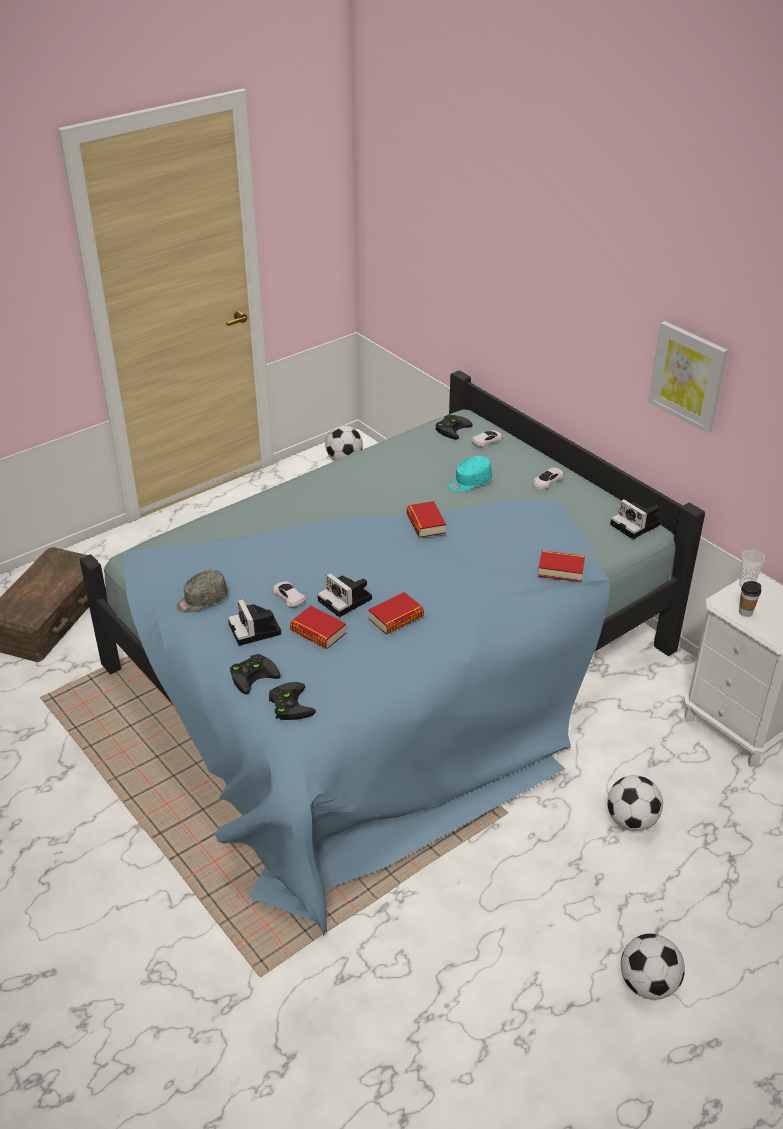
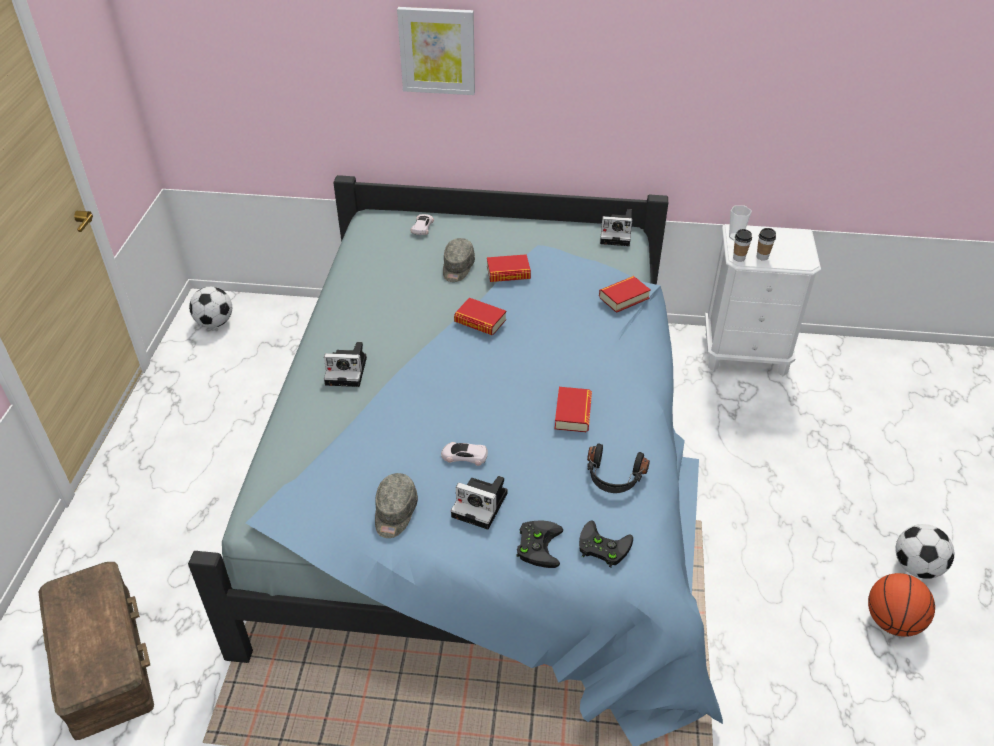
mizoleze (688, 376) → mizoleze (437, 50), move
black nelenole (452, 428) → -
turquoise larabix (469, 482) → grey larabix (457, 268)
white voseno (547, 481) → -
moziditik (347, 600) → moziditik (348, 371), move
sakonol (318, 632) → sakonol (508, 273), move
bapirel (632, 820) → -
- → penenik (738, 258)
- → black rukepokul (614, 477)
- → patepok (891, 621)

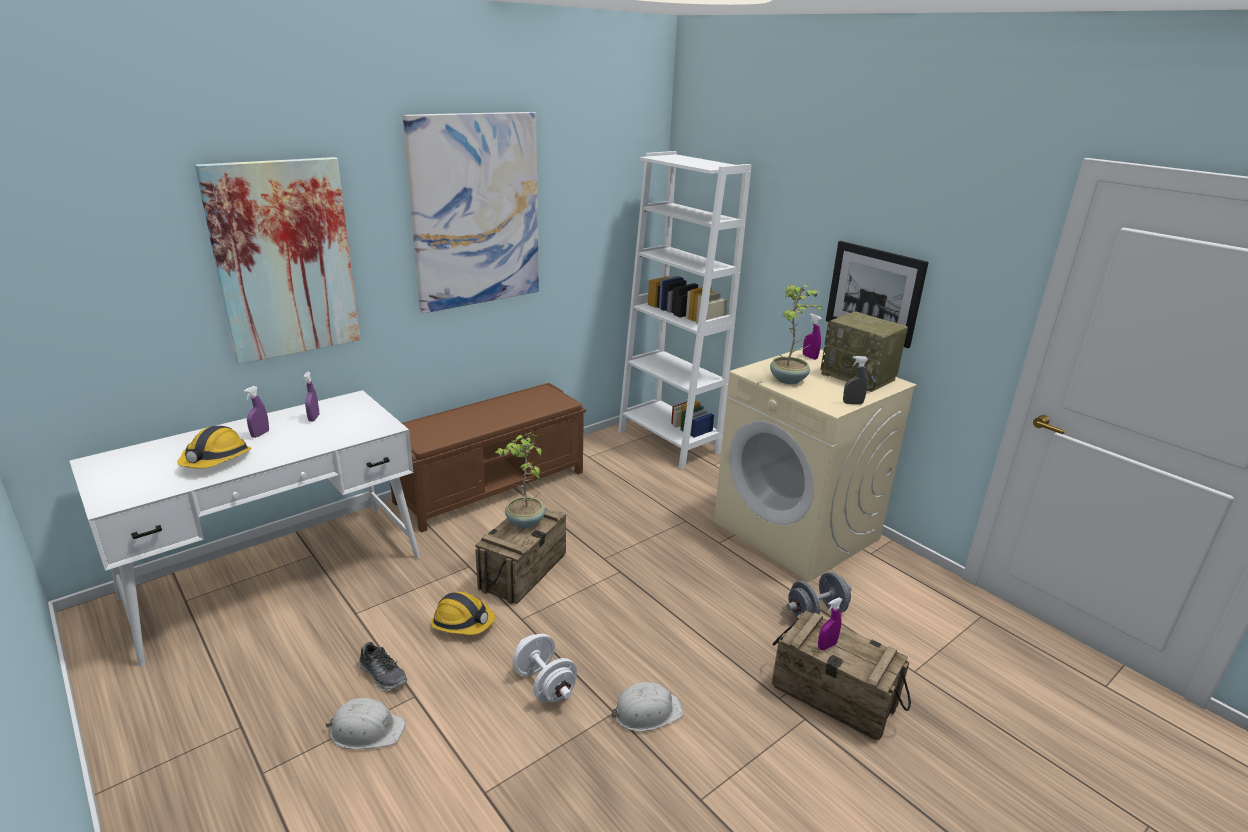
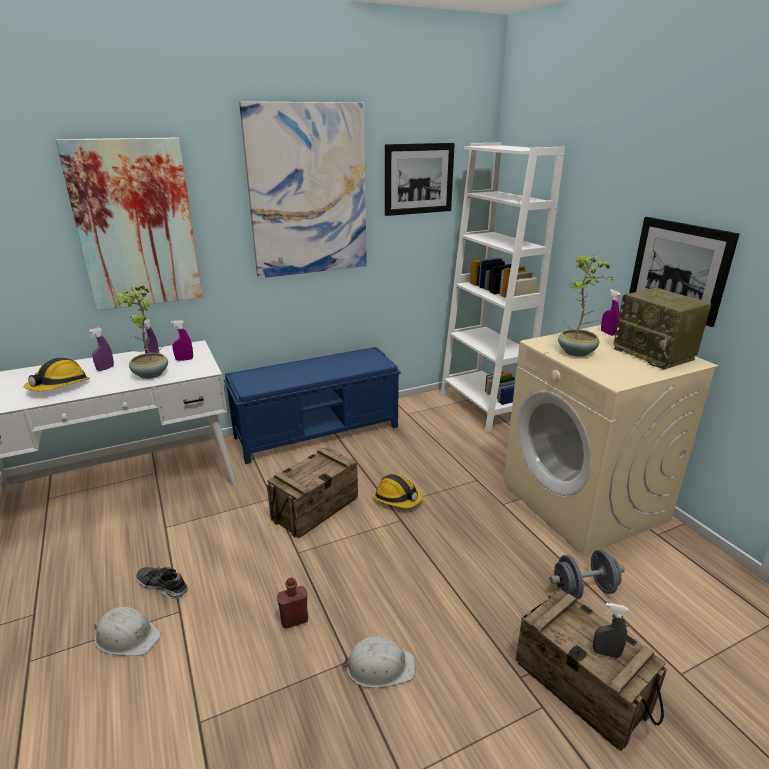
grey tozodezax (852, 403) → grey tozodezax (606, 653), move
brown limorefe (492, 486) → blue limorefe (318, 431)
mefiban (524, 522) → mefiban (149, 374), move
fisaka (463, 622) → fisaka (397, 499), move
purple tozodezax (827, 646) → purple tozodezax (184, 359), move
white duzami (544, 684) → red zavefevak (294, 620)
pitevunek (383, 674) → pitevunek (163, 586), 150 degrees clockwise
- → mizoleze (419, 179)

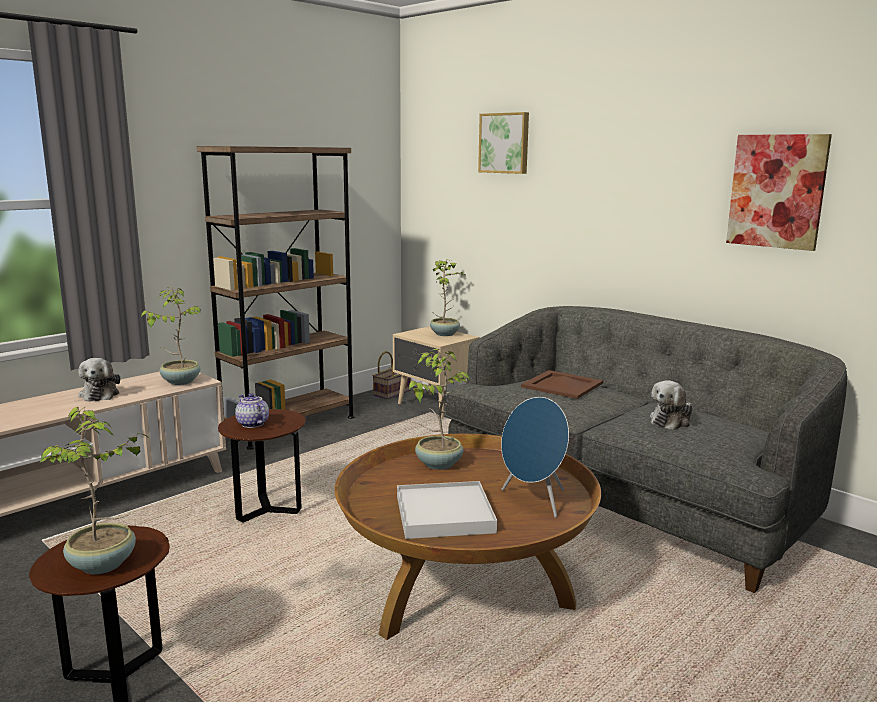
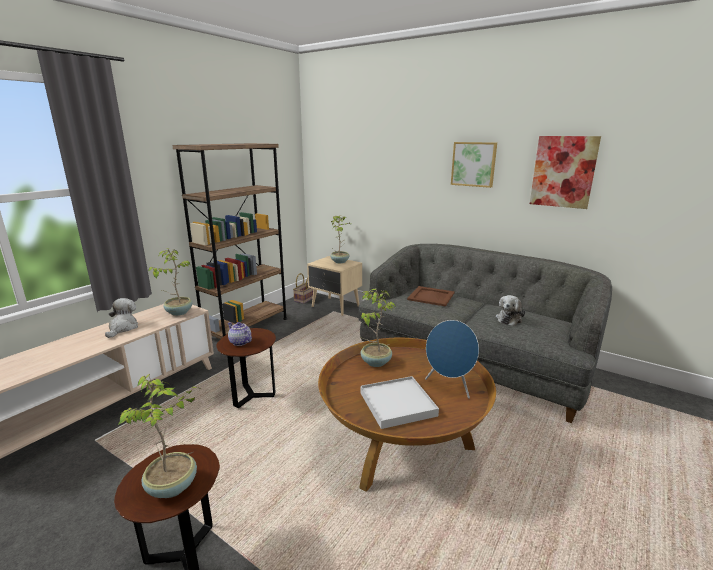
mizoleze (505, 143) → mizoleze (474, 164), move
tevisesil (100, 394) → tevisesil (123, 328), 150 degrees counterclockwise

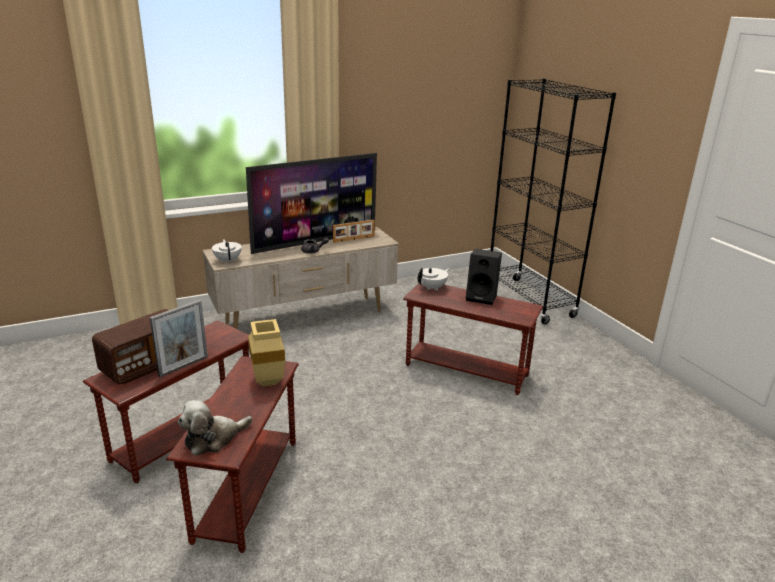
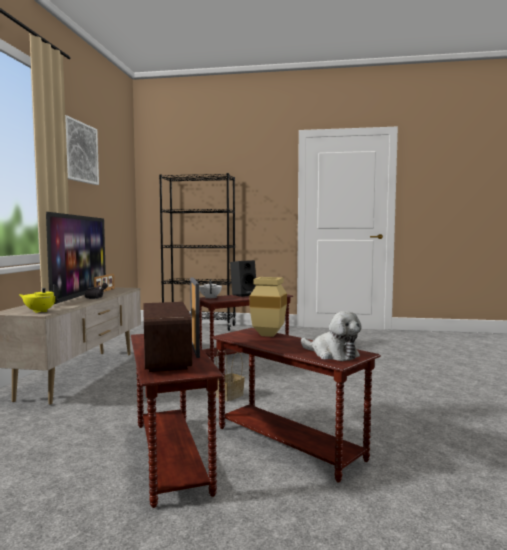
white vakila (228, 260) → yellow vakila (40, 311)
tevisesil (213, 439) → tevisesil (332, 354), 45 degrees counterclockwise
- → mizoleze (79, 152)
- → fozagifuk (229, 395)

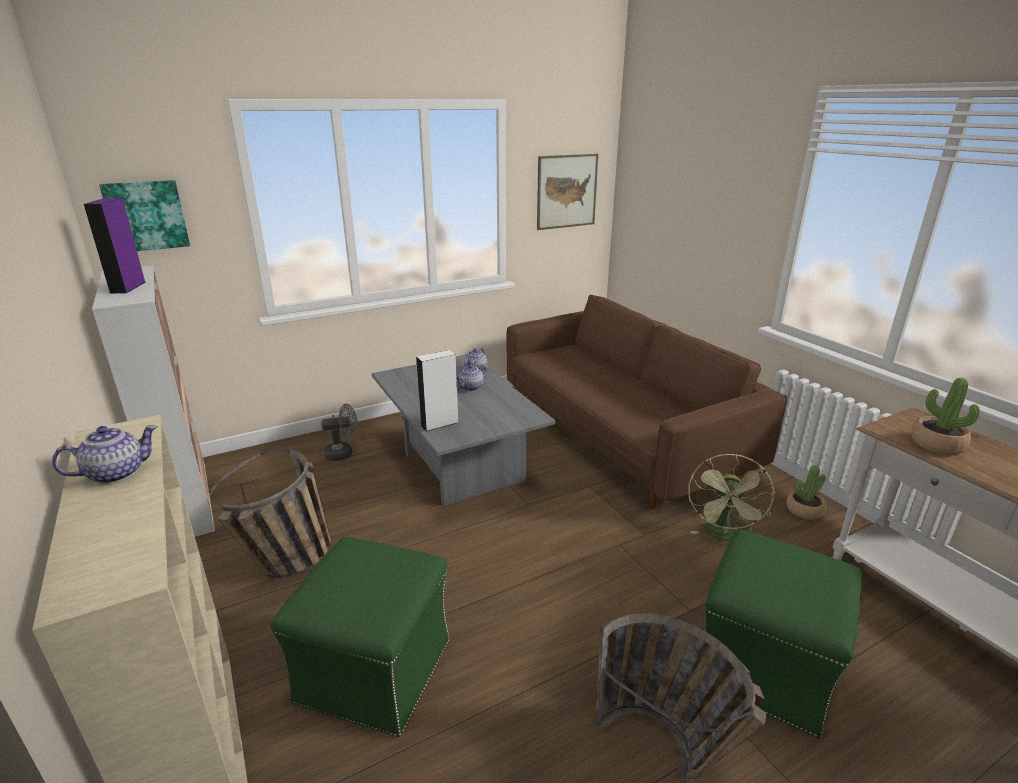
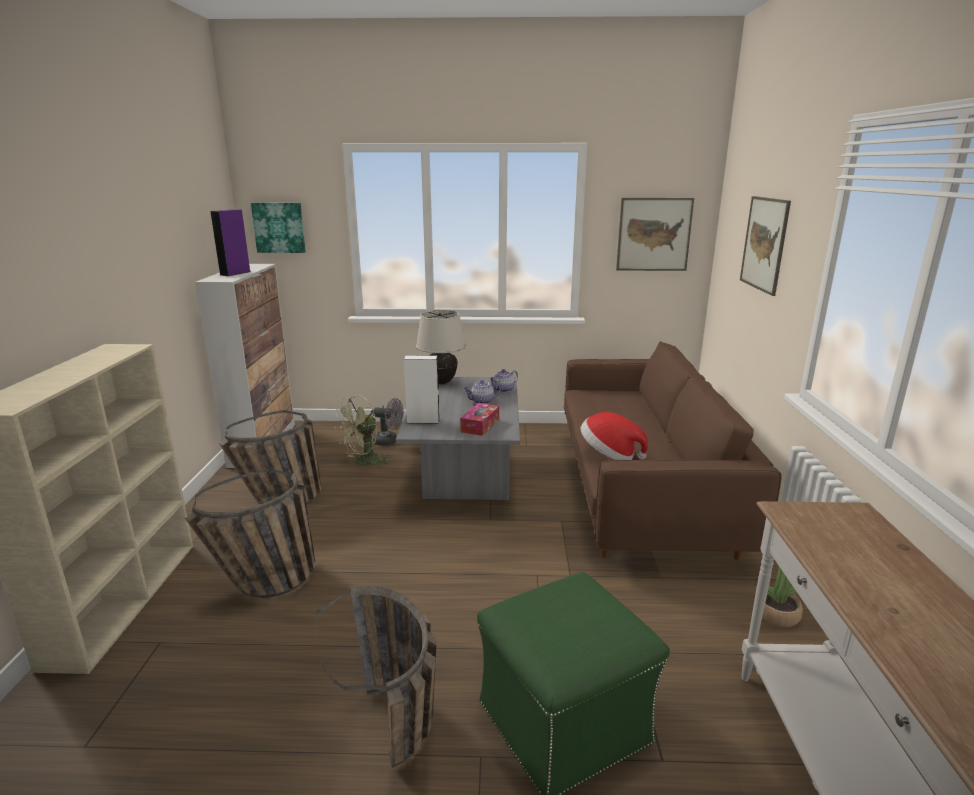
mefiban (936, 444) → -
vakila (117, 473) → -
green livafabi (723, 536) → green livafabi (364, 462), move
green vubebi (375, 668) → fozagifuk (264, 587)
- → mizoleze (764, 244)
- → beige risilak (441, 382)
- → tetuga (480, 425)
- → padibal (609, 455)

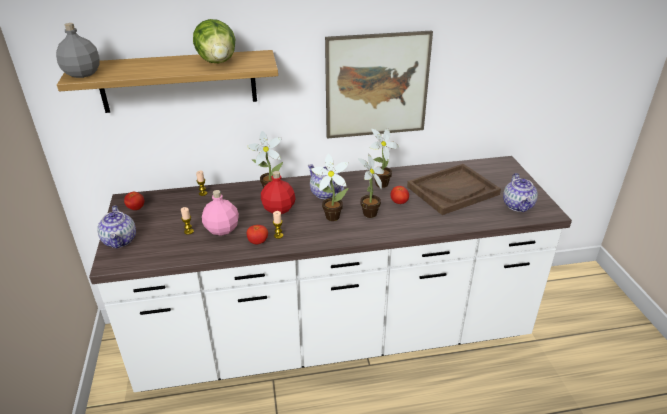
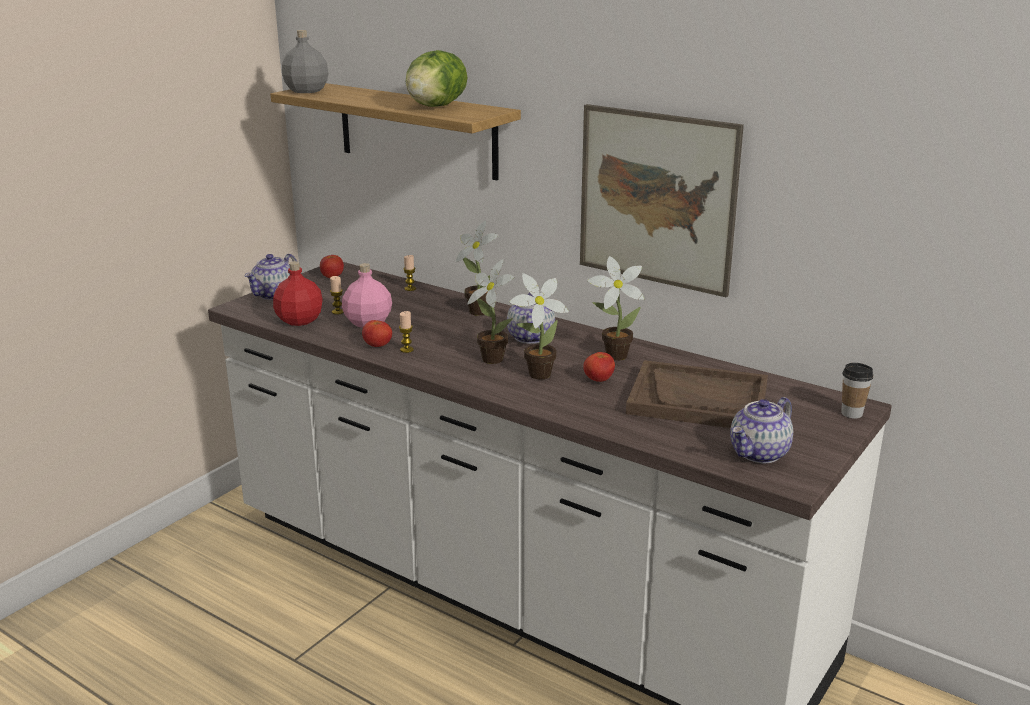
red zavefevak (278, 209) → red zavefevak (299, 320), move
- → penenik (851, 413)

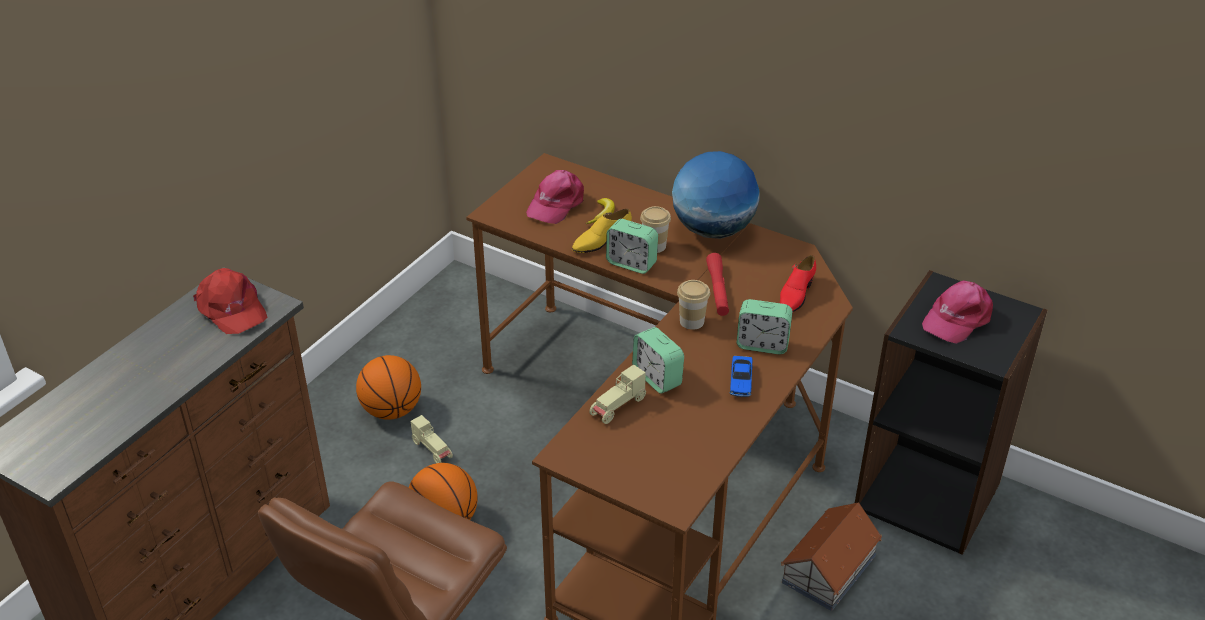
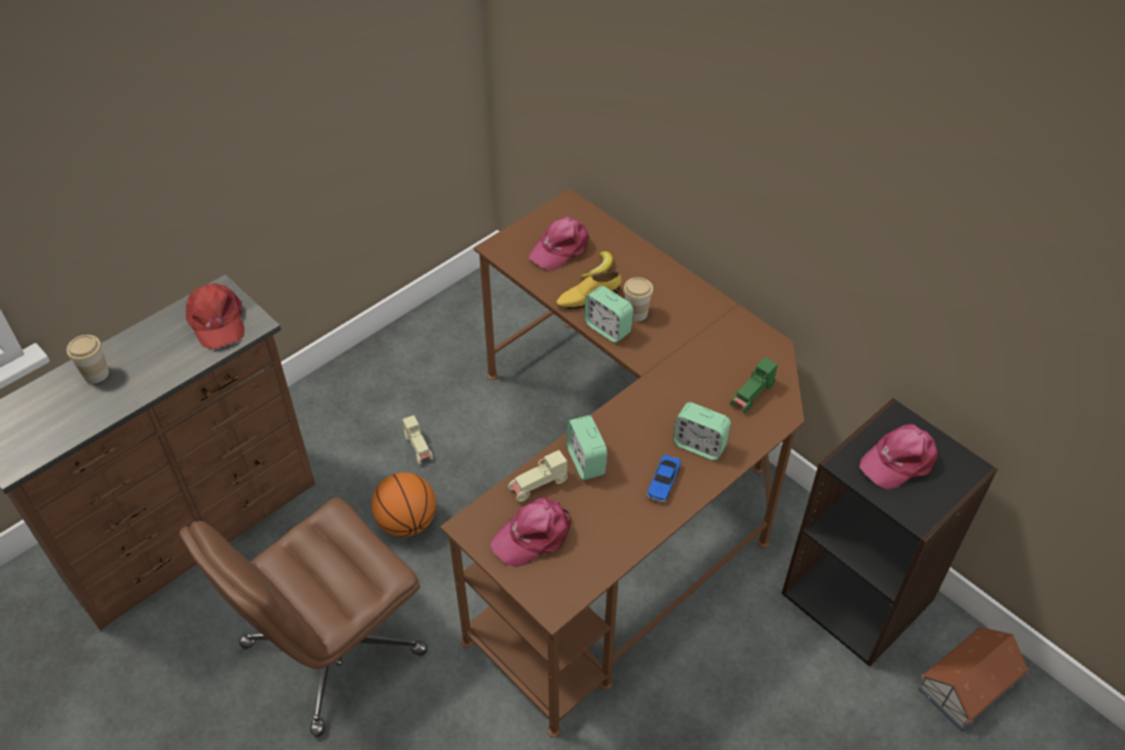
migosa (713, 230) → -
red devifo (717, 290) → -
red pitevunek (795, 295) → green voseno (752, 396)
penenik (692, 321) → penenik (96, 374), move
patepok (392, 410) → -
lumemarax (830, 568) → lumemarax (968, 685), move
- → pink larabix (534, 535)

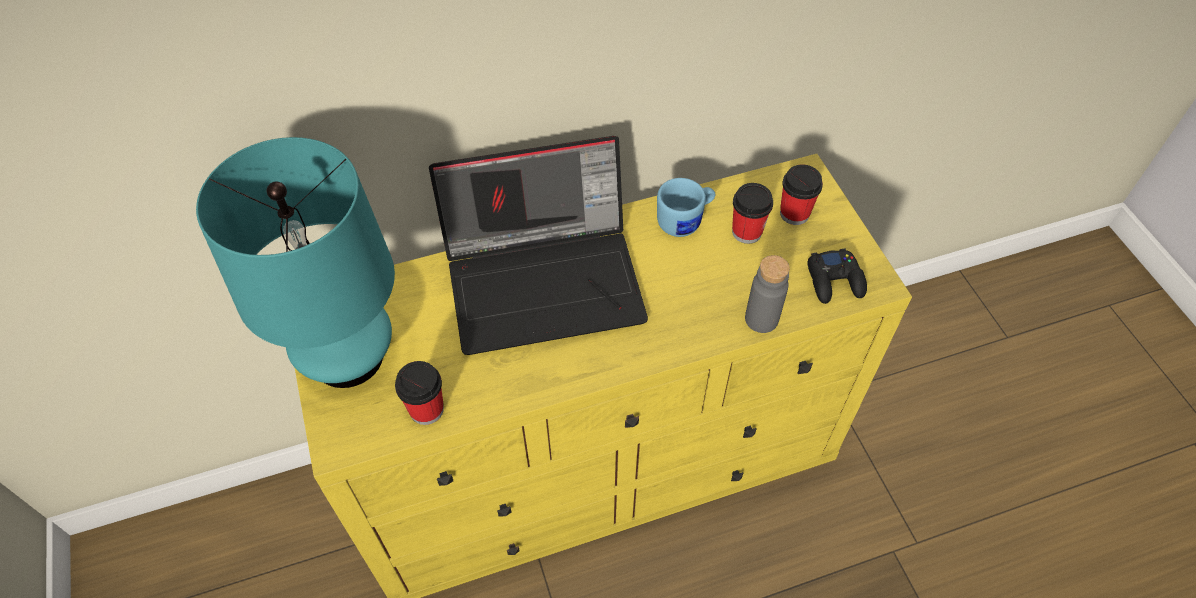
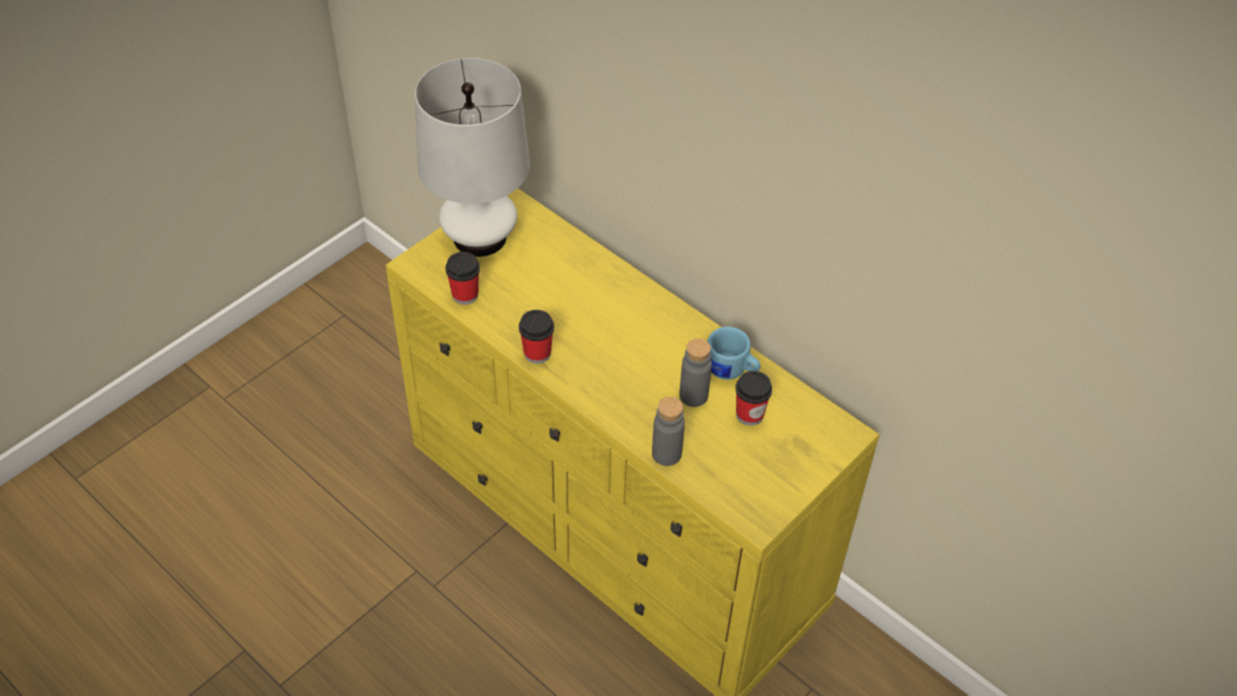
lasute (546, 280) → -
turquoise risilak (348, 357) → white risilak (480, 237)
penenik (794, 213) → penenik (537, 353), move
black nelenole (835, 281) → -
- → grey zavefevak (693, 395)

